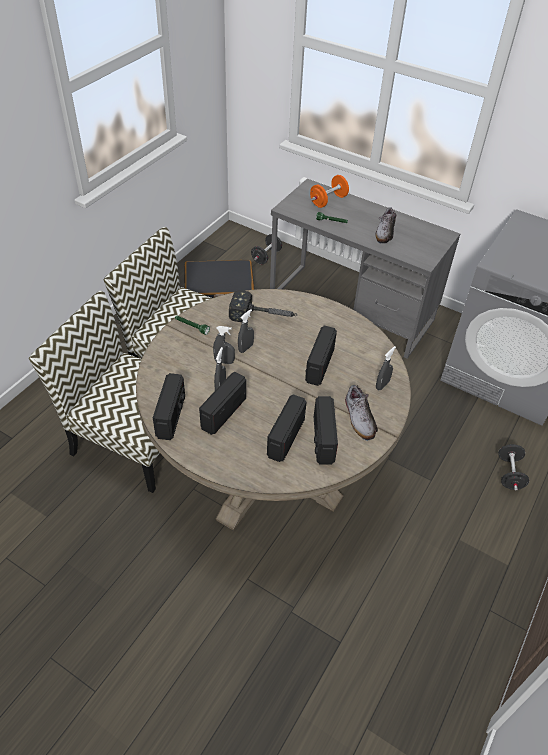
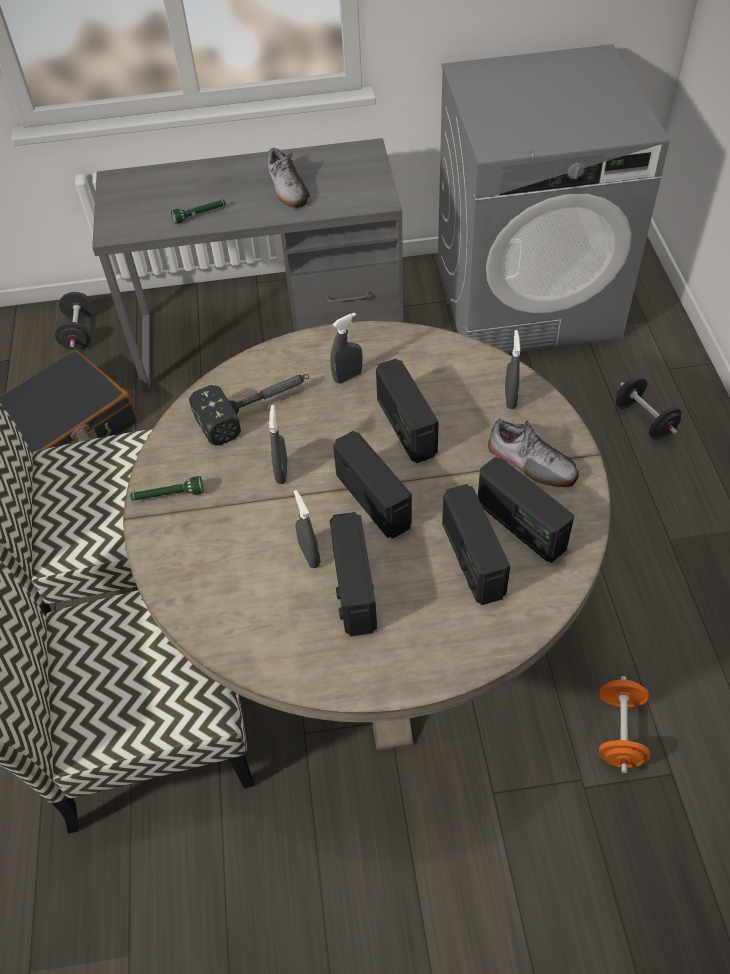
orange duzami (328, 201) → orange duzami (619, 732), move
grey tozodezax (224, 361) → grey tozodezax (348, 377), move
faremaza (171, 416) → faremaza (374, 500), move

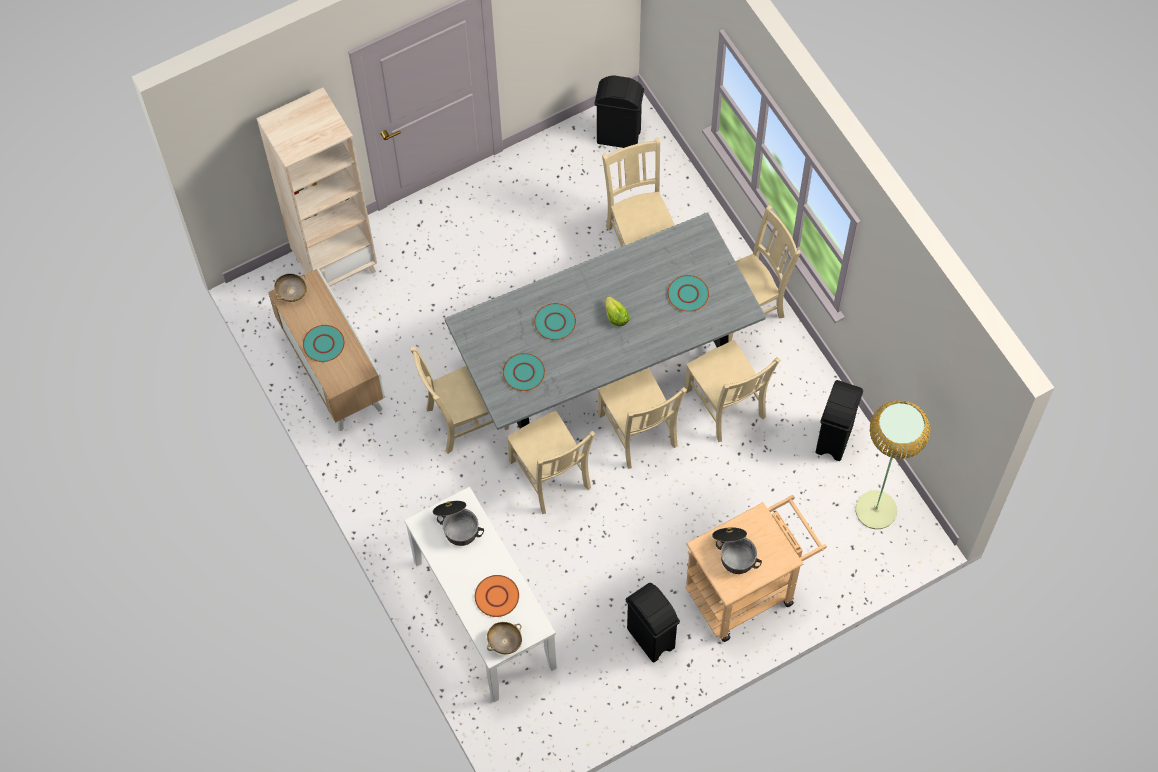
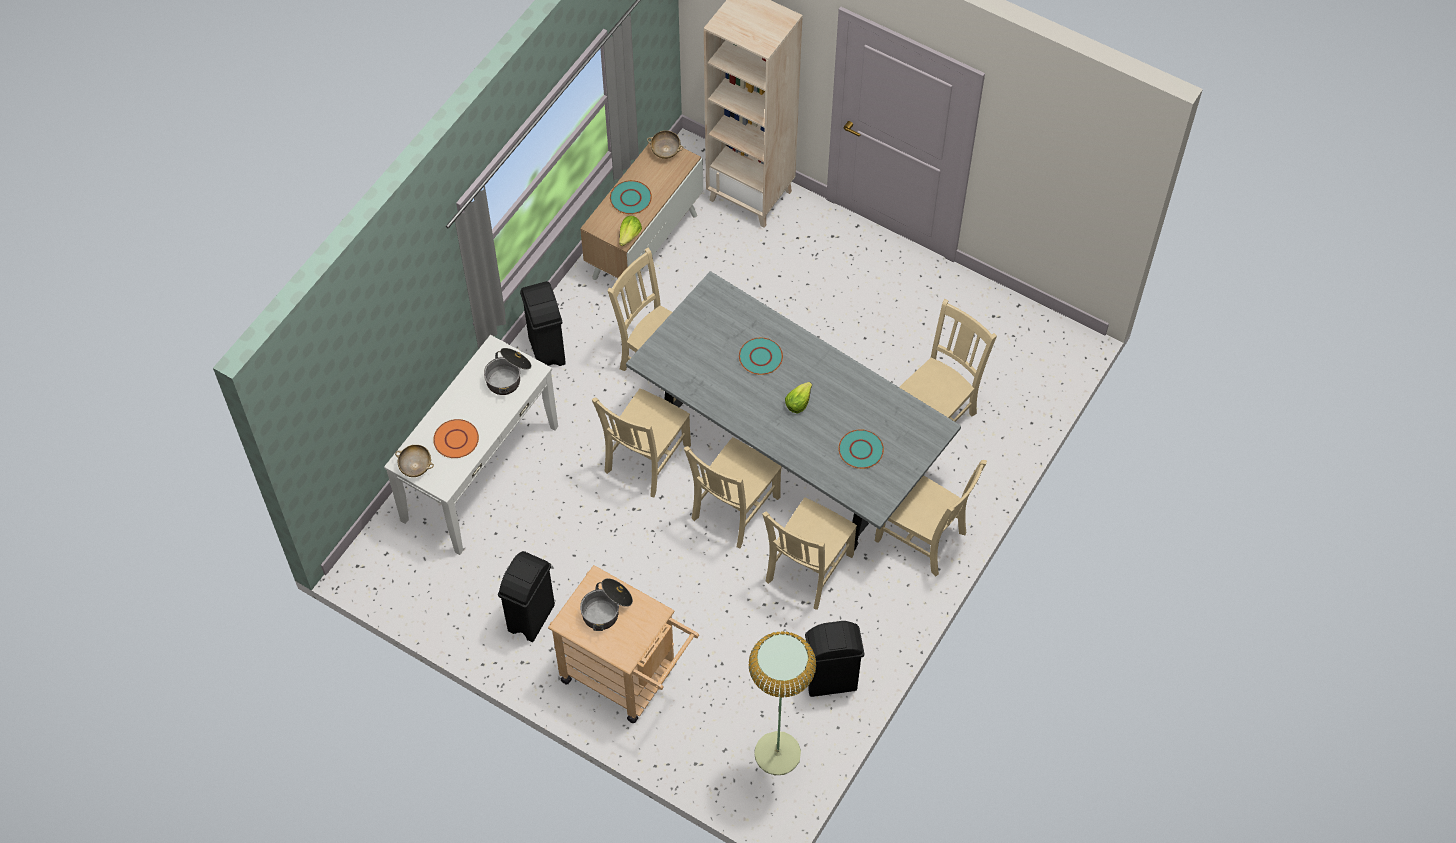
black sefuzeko (618, 136) → black sefuzeko (547, 350), move
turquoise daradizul (524, 372) → -
- → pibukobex (629, 236)

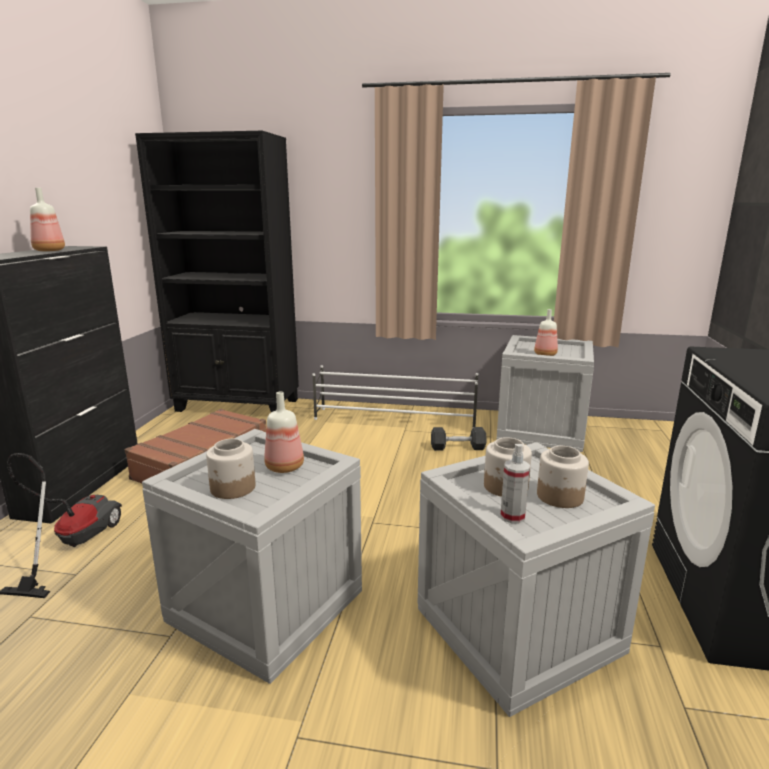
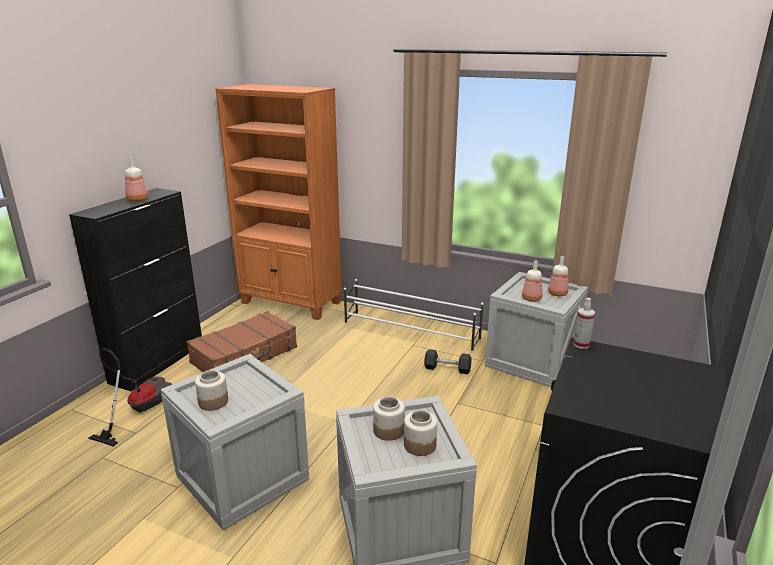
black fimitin (238, 406) → orange fimitin (291, 303)
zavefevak (286, 467) → zavefevak (558, 294), move
tozodezax (512, 516) → tozodezax (581, 344), move

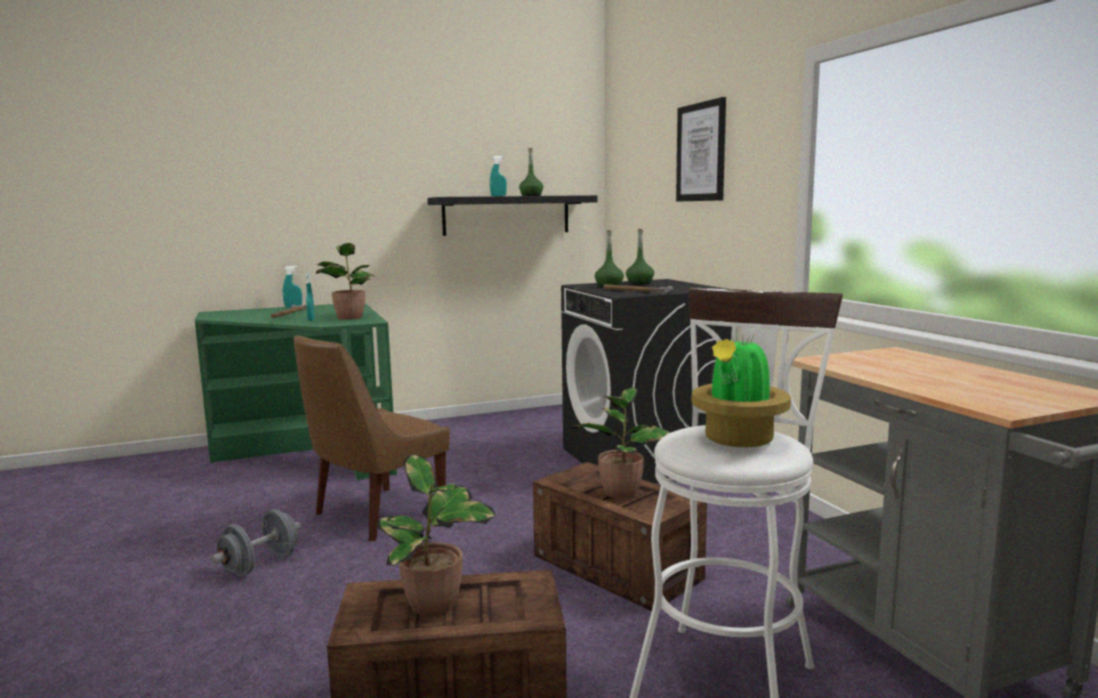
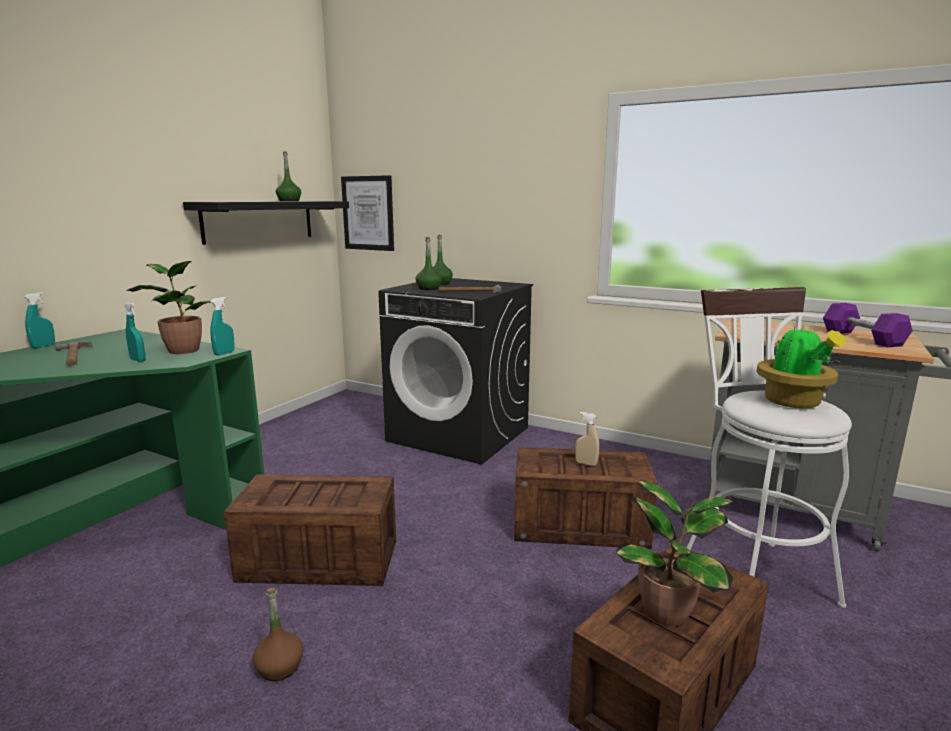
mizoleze (701, 152) → mizoleze (368, 213), move
turquoise tozodezax (498, 196) → turquoise tozodezax (224, 353), move
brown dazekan (375, 515) → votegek (316, 560)
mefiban (621, 491) → beige tozodezax (586, 463)
grey duzami (260, 565) → brown zavefevak (279, 667)
- → purple duzami (862, 338)

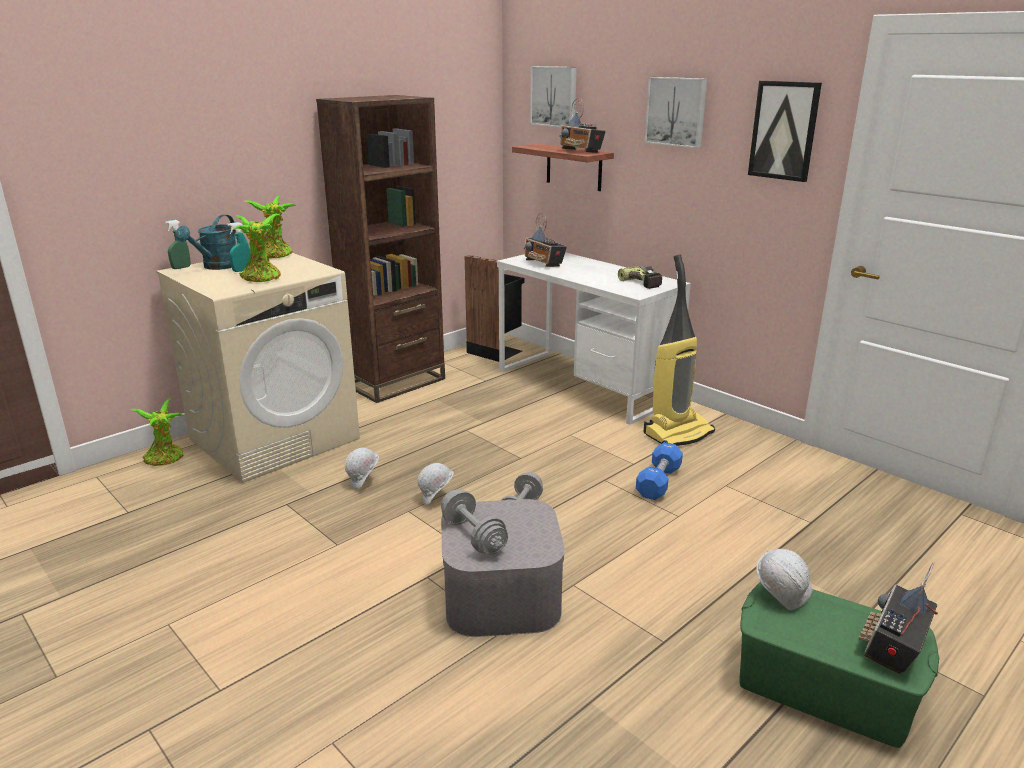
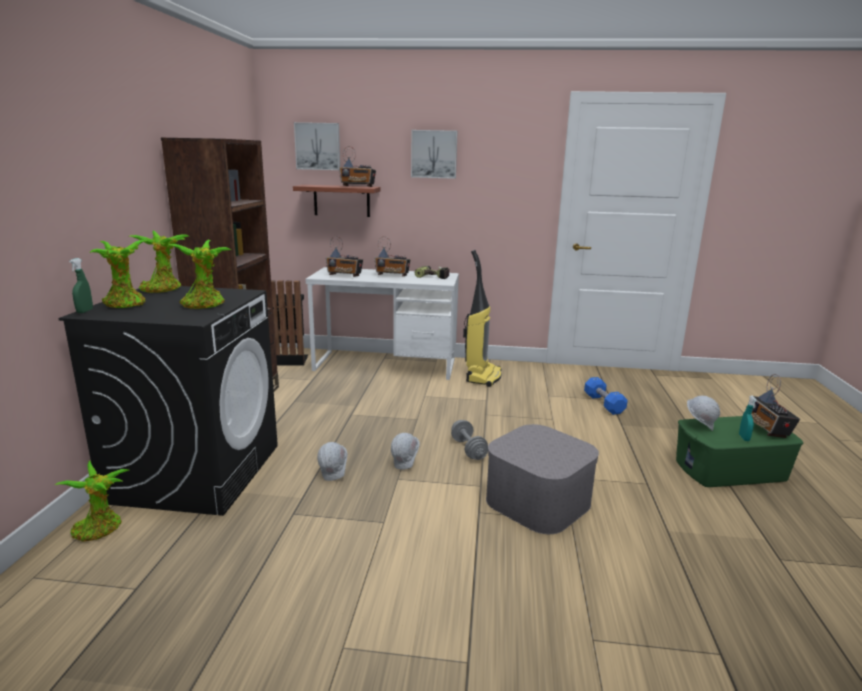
mizoleze (784, 130) → -
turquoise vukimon (217, 267) → mefiban (126, 305)
turquoise tozodezax (242, 270) → turquoise tozodezax (744, 438), move
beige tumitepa (275, 438) → black tumitepa (196, 472)
blue duzami (658, 482) → blue duzami (603, 404), move
grey duzami (473, 536) → -
- → faremaza (392, 275)

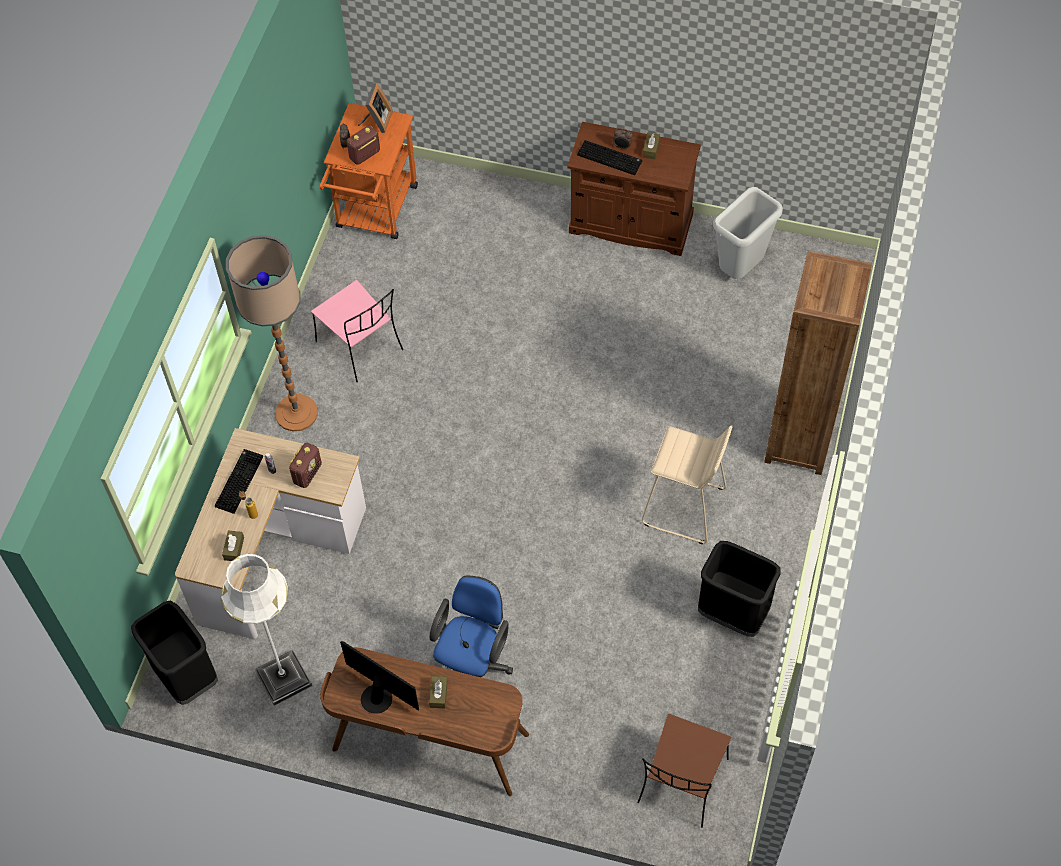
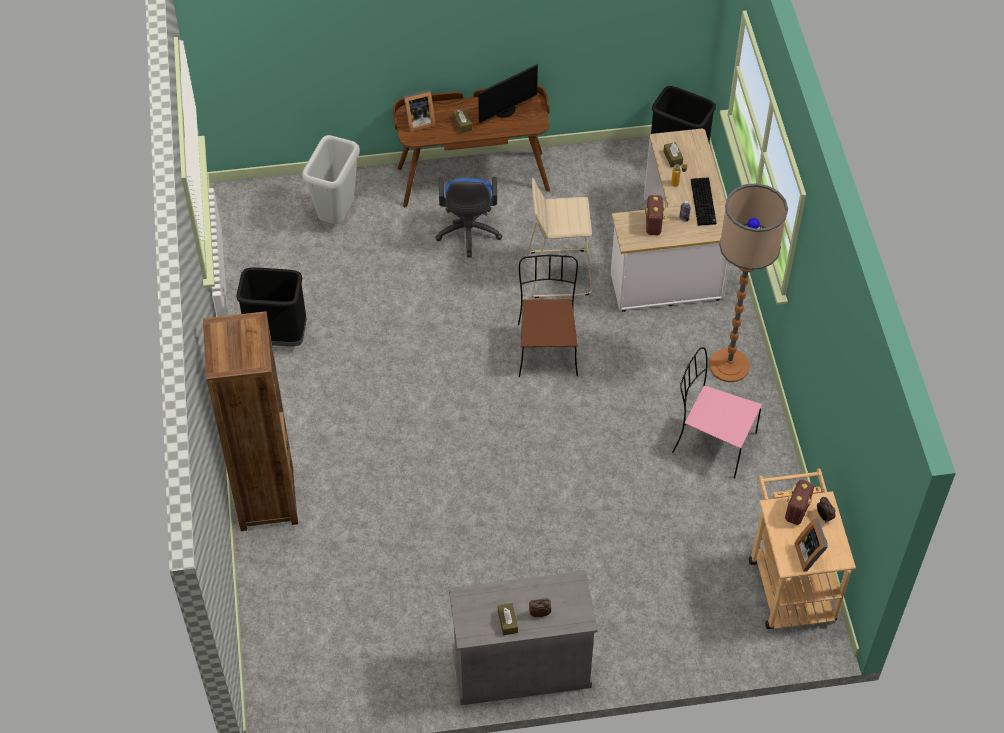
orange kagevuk (375, 213) → beige kagevuk (789, 581)
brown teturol (630, 224) → grey teturol (521, 667)
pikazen (610, 158) → -
grey sefuzeko (740, 270) → grey sefuzeko (336, 216), move
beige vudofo (684, 507) → beige vudofo (559, 272), move
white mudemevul (283, 678) → -
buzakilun (378, 696) → buzakilun (505, 110), 45 degrees counterclockwise
brown dazekan (682, 783) → brown dazekan (546, 348), move
- → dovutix (418, 122)

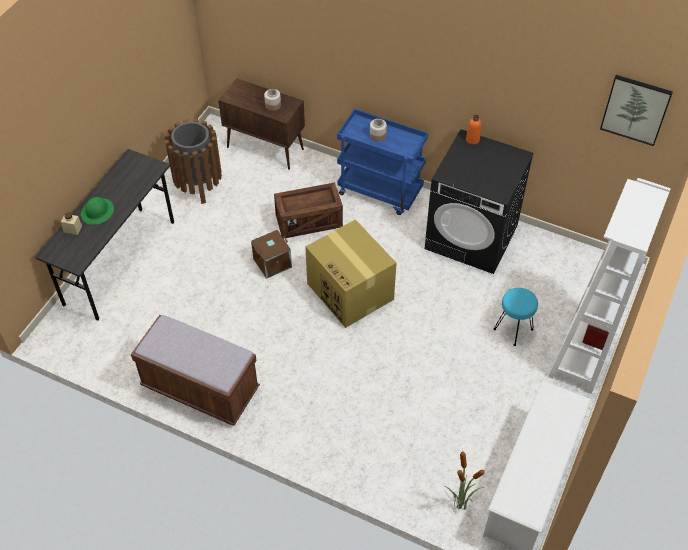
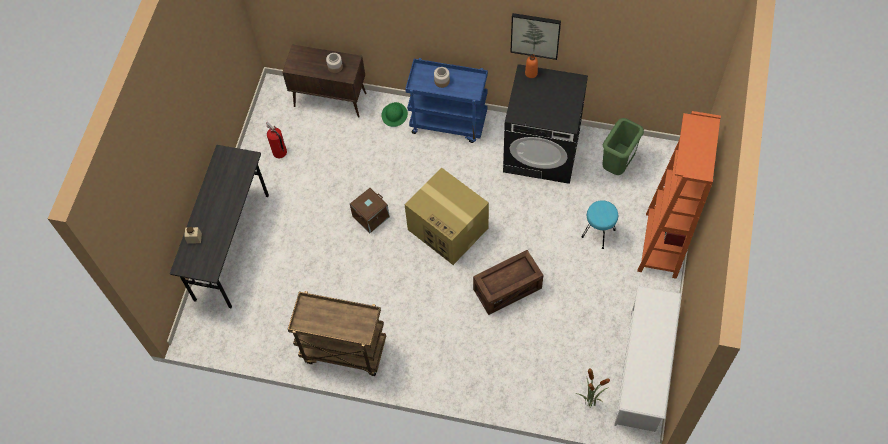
mizoleze (635, 109) → mizoleze (535, 35), move
brown sefuzeko (198, 186) → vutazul (279, 152)
white fimitin (581, 356) → orange fimitin (661, 245)
votegek (309, 221) → votegek (507, 289), move
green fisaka (98, 212) → green fisaka (394, 115), move
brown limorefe (200, 389) → brown kagevuk (343, 351)
- → green sefuzeko (617, 165)

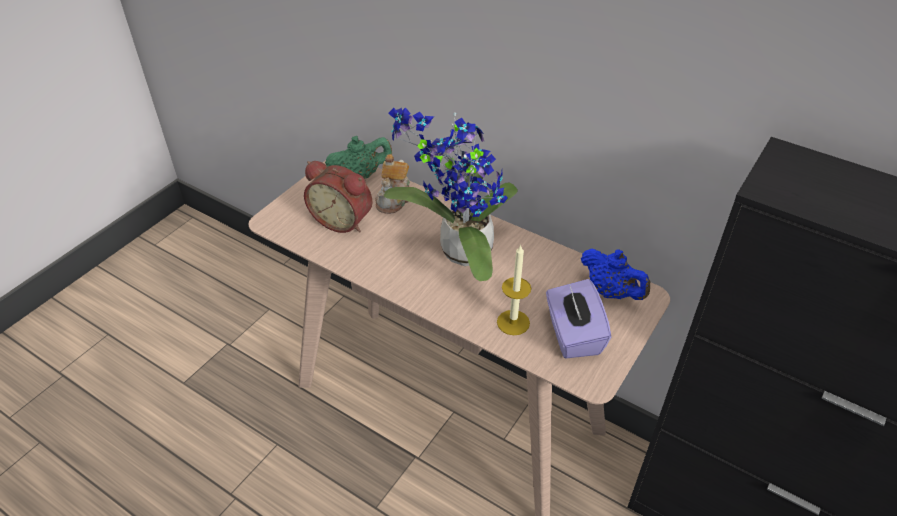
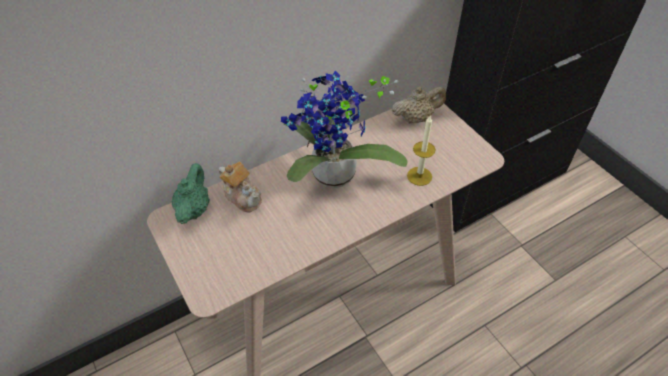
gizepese (343, 220) → -
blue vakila (611, 292) → beige vakila (416, 118)
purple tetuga (573, 334) → -

